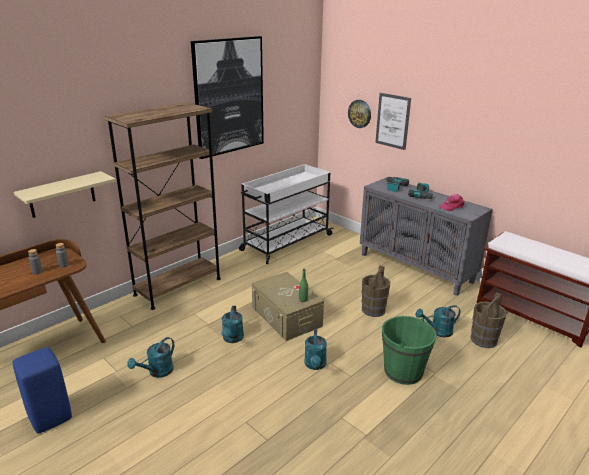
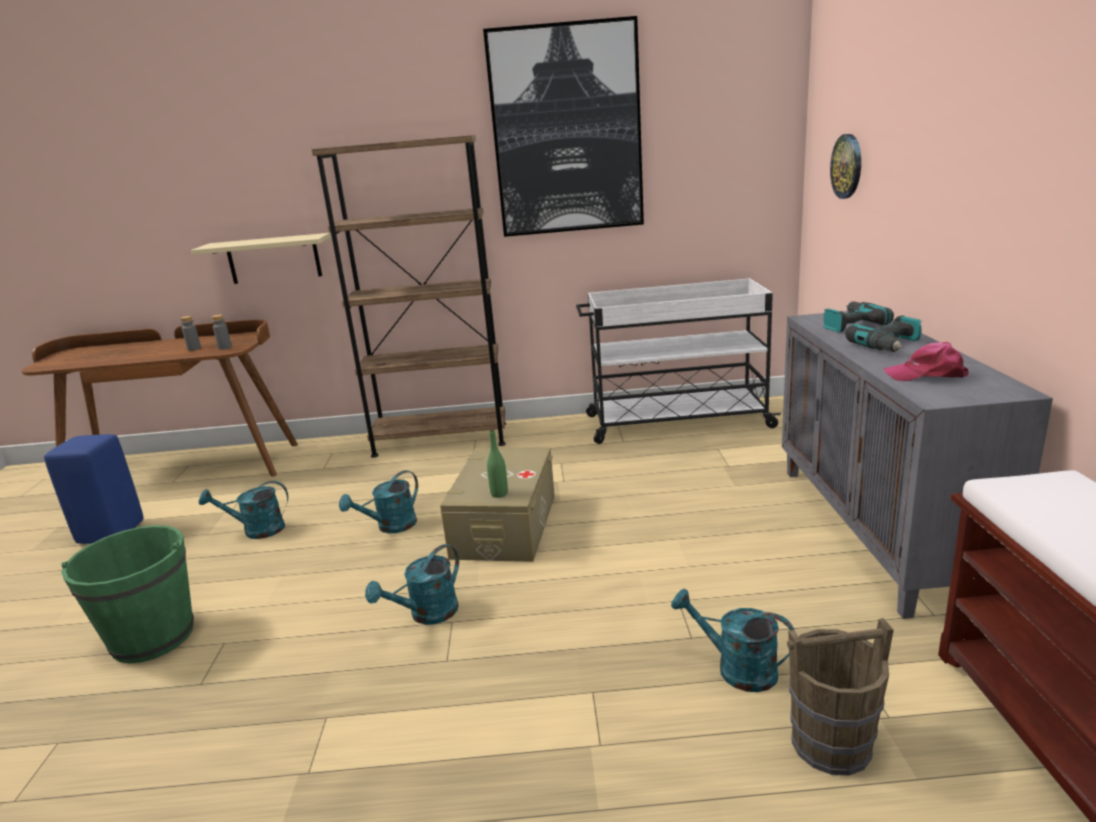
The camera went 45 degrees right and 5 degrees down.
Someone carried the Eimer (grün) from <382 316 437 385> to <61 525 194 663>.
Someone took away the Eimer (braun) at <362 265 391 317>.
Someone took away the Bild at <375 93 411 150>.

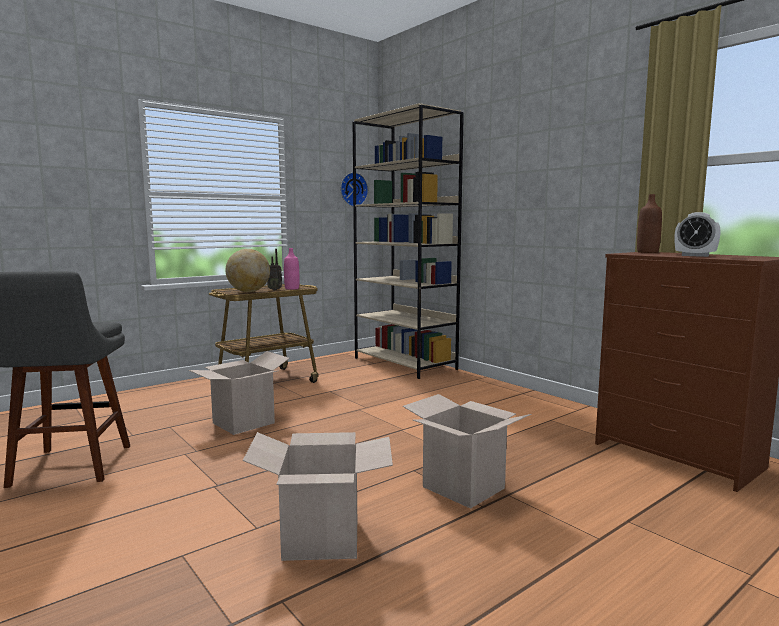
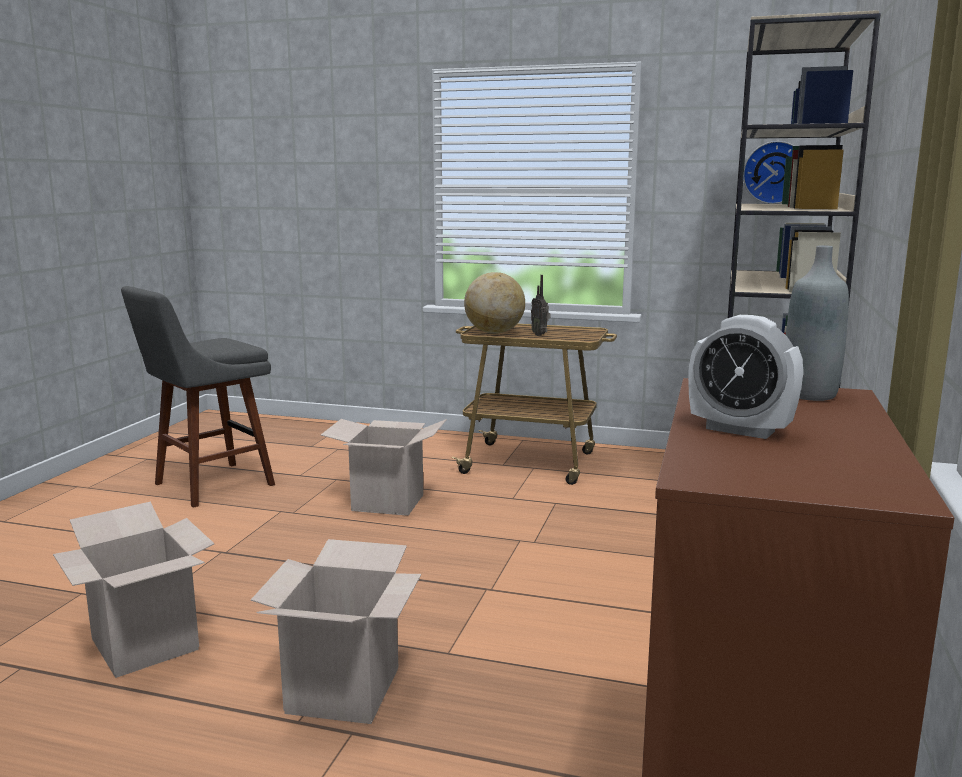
The camera went 55 degrees right and 5 degrees up.
Someone rotated the Wecker at <674 212 721 257> by 60 degrees counterclockwise.
Someone repainted the Flasche (braun) at <637 194 662 253>, which became the Flasche (grau) at <786 245 849 401>.
Someone took away the Flasche (rosa) at <284 248 299 290>.

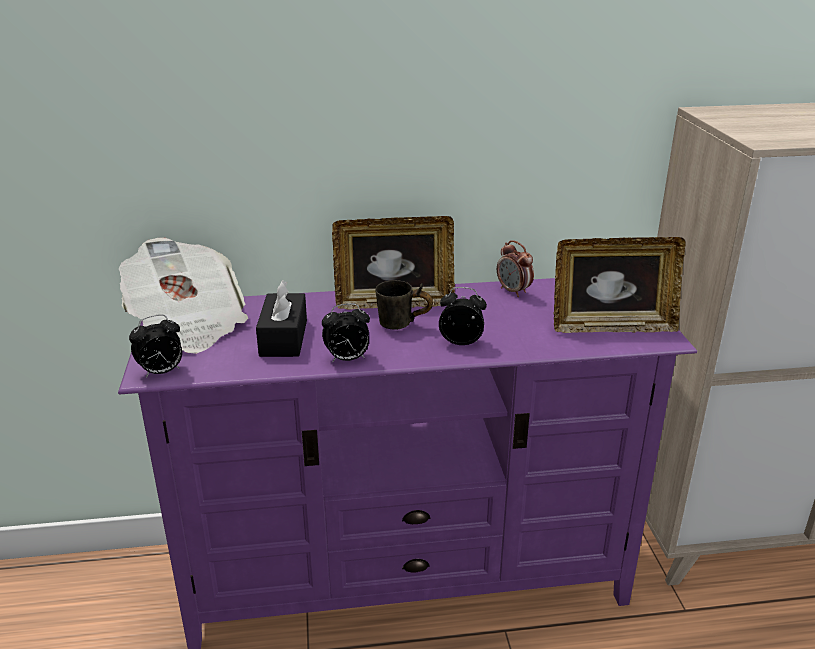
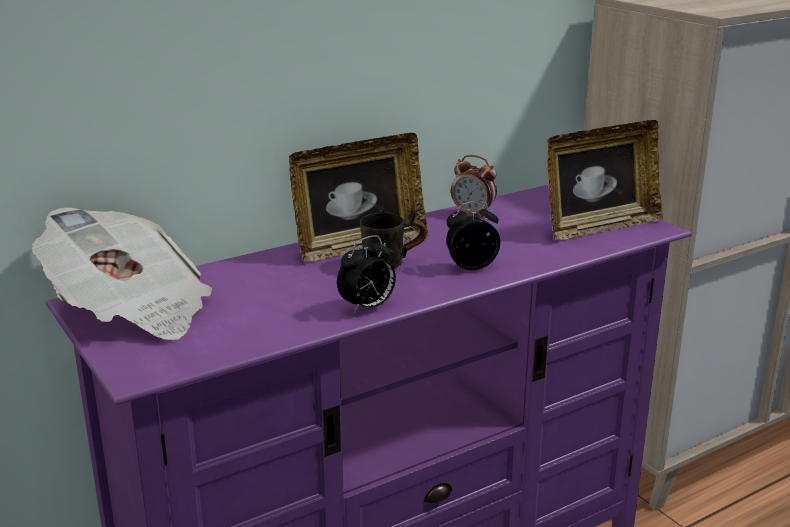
The camera went 25 degrees left and 5 degrees down.
Someone took away the Wecker at <129 314 182 378>.
Someone took away the Taschentuchbox (schwarz) at <256 280 307 357>.

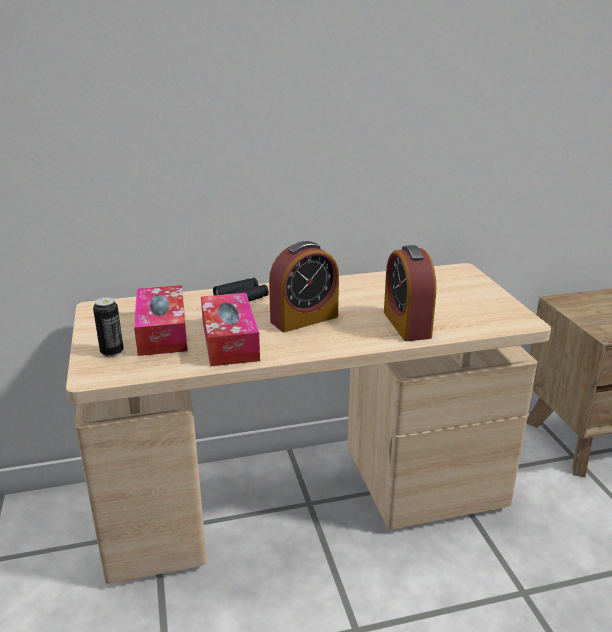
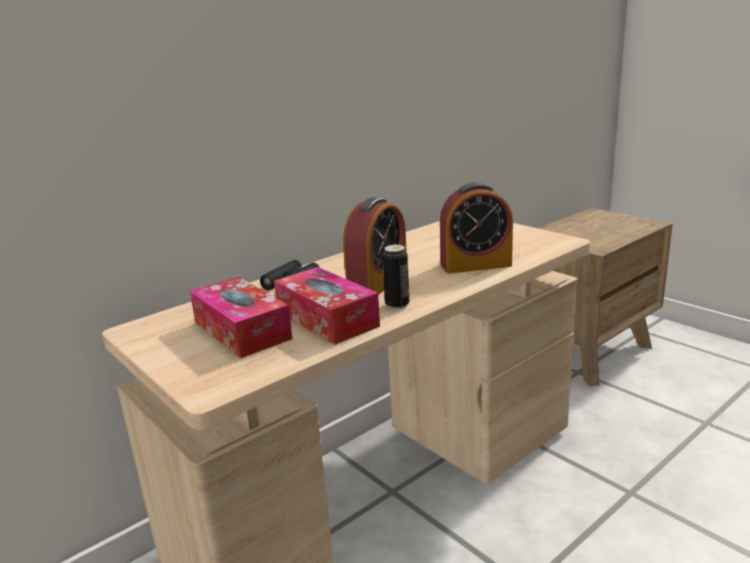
The camera went 25 degrees left and 5 degrees down.
Someone carried the Dose from <93 297 124 357> to <382 245 410 310>.
Someone rotated the Wecker at <384 245 437 341> by 60 degrees counterclockwise.

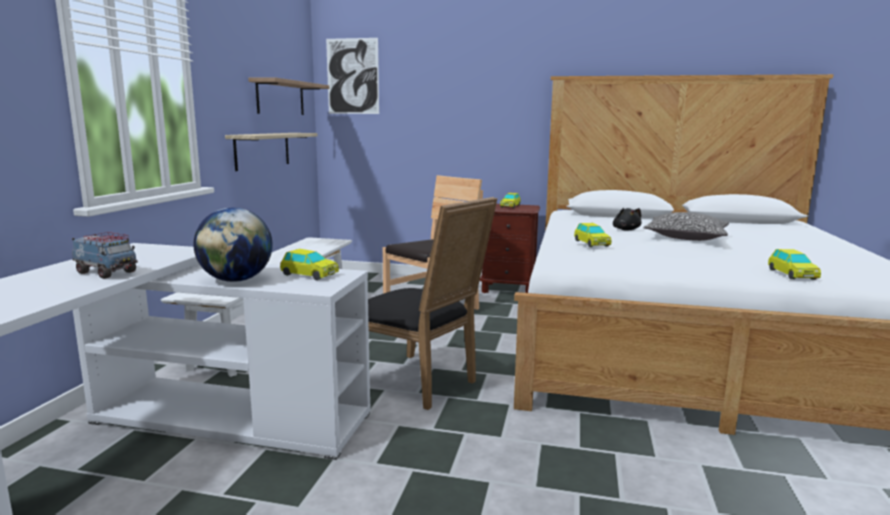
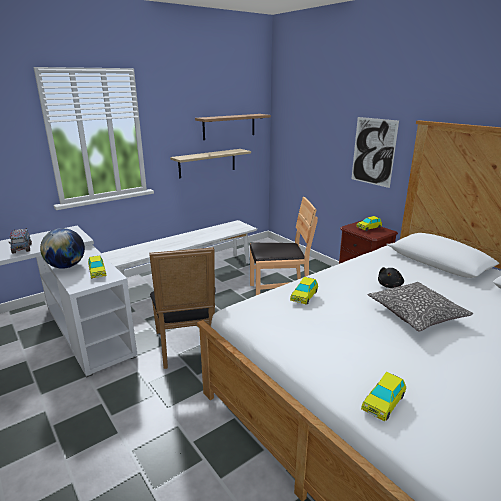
The camera went 40 degrees right and 10 degrees up.
Someone carried the Bild from <326 38 379 114> to <352 117 399 188>.

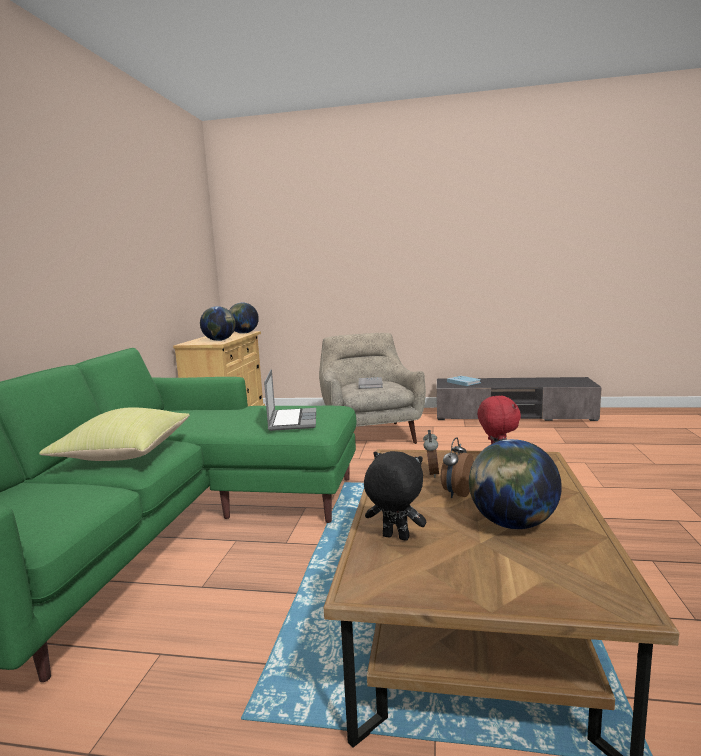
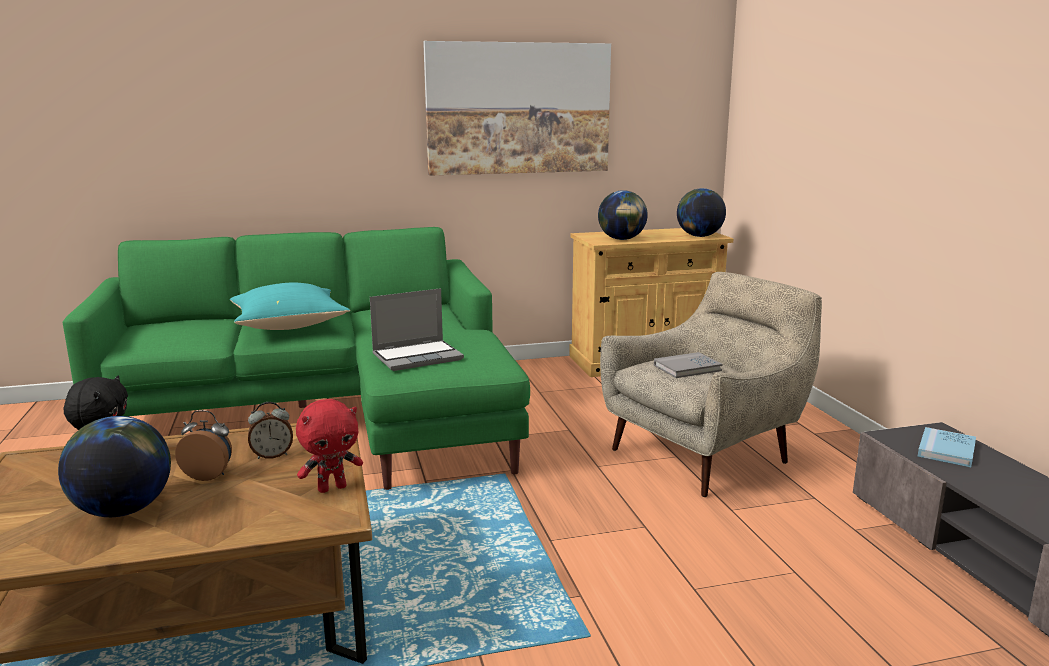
The camera went 65 degrees right and 5 degrees up.
Someone repainted the Kissen (gelb) at <39 407 190 461>, which became the Kissen (türkis) at <230 282 350 330>.
Someone put up the Bild at <423 41 611 176>.

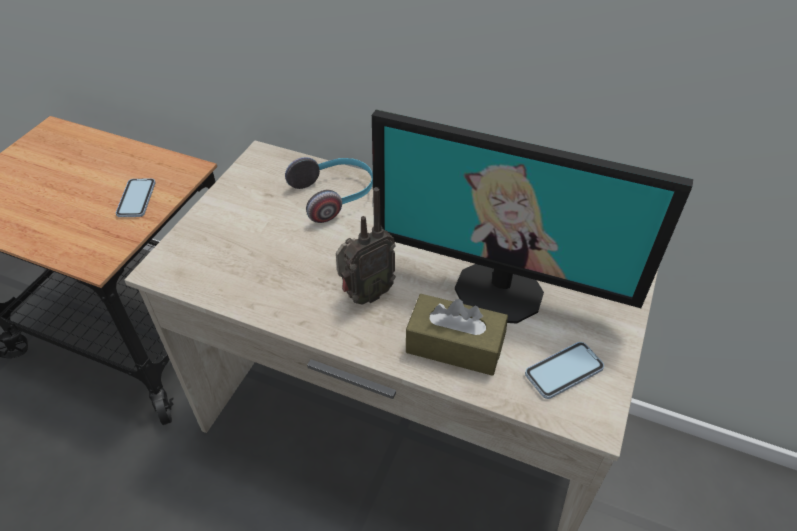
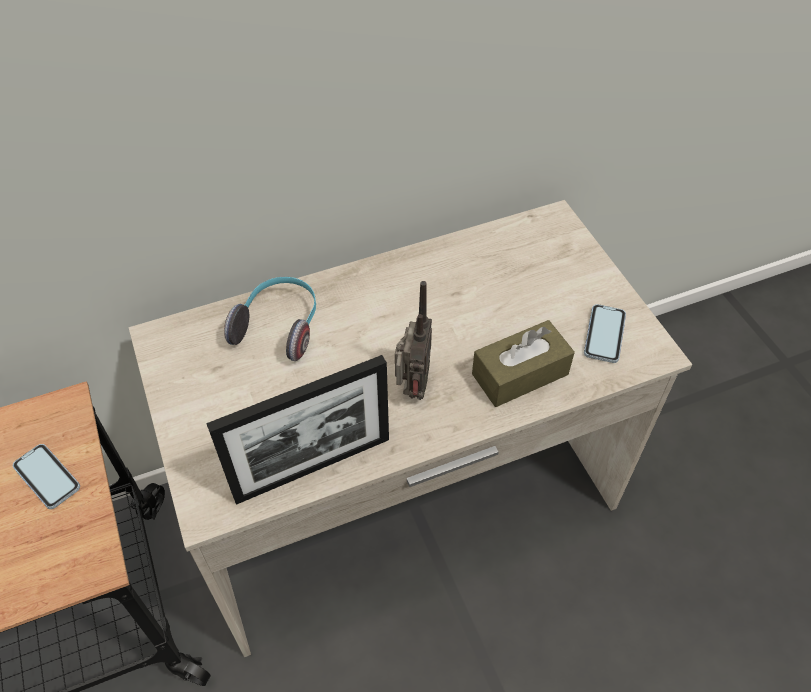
The camera went 45 degrees left and 5 degrees up.
Someone put down the Bilderrahmen at <206 355 389 505>.
Someone took away the Monitor at <372 110 693 324>.

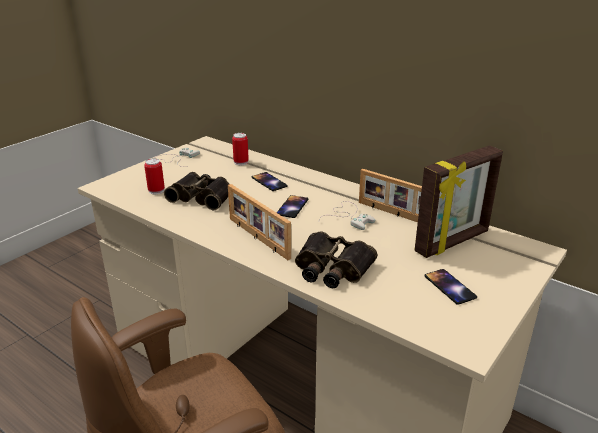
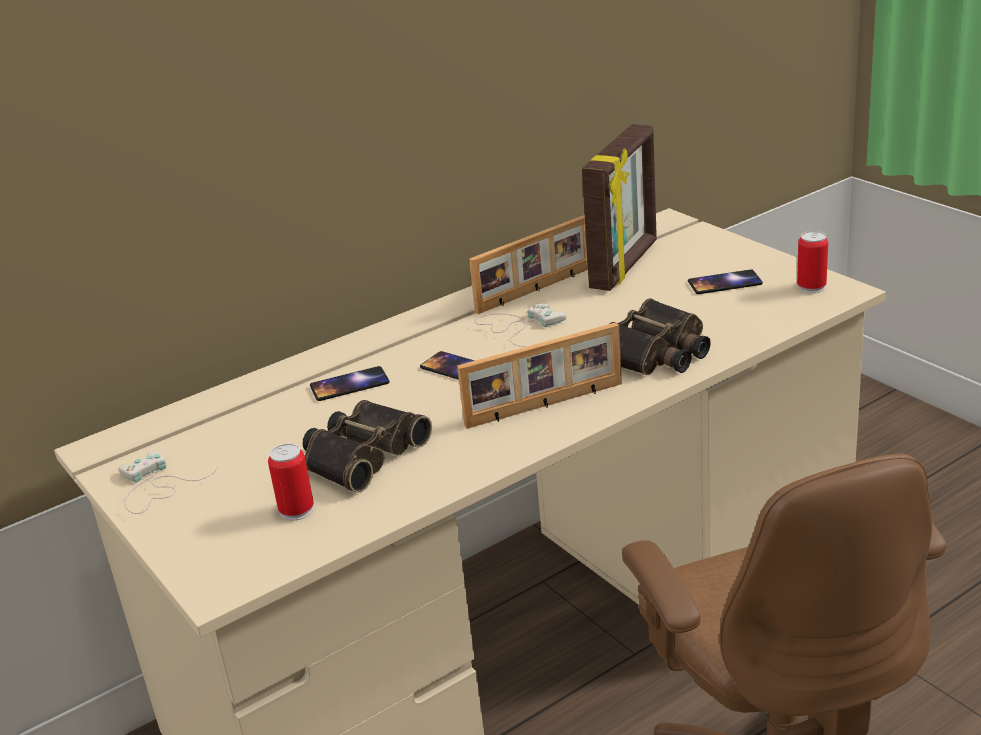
The camera went 70 degrees left and 0 degrees up.
Someone rotated the Bilderrahmen at <415 146 503 258> by 45 degrees clockwise.
Someone carried the Dose from <232 133 249 165> to <797 231 828 293>.

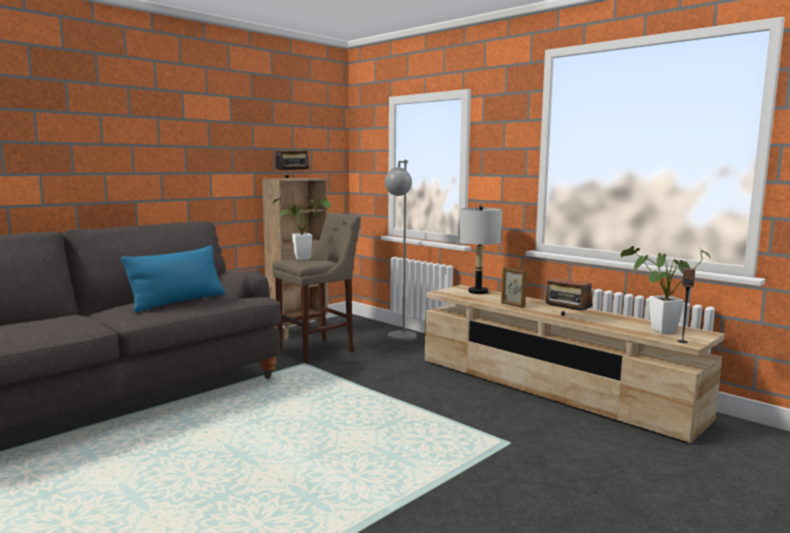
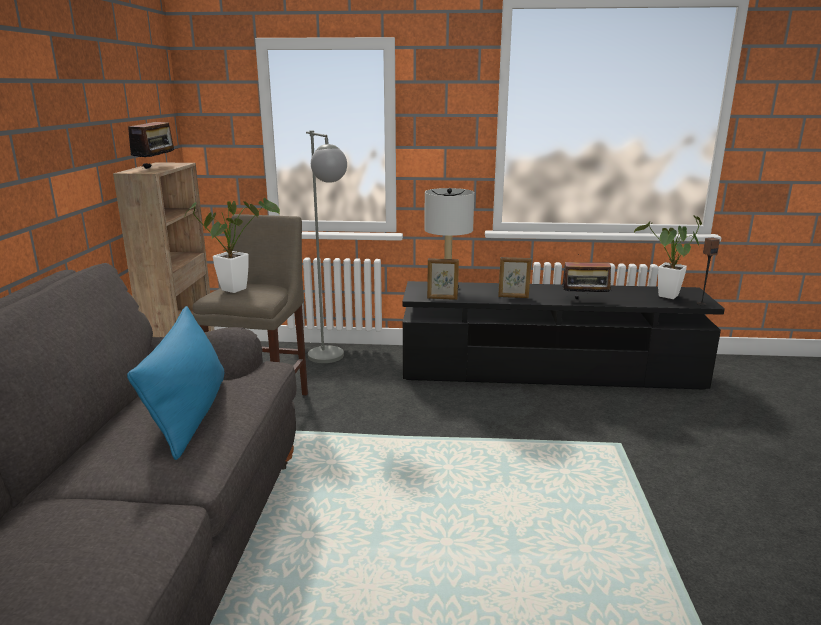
The camera went 40 degrees left and 10 degrees up.
Someone repainted the Fernsehschrank (beige) at <425 285 725 443>, which became the Fernsehschrank (schwarz) at <403 281 725 390>.
Someone put down the Bilderrahmen at <427 258 459 300>.

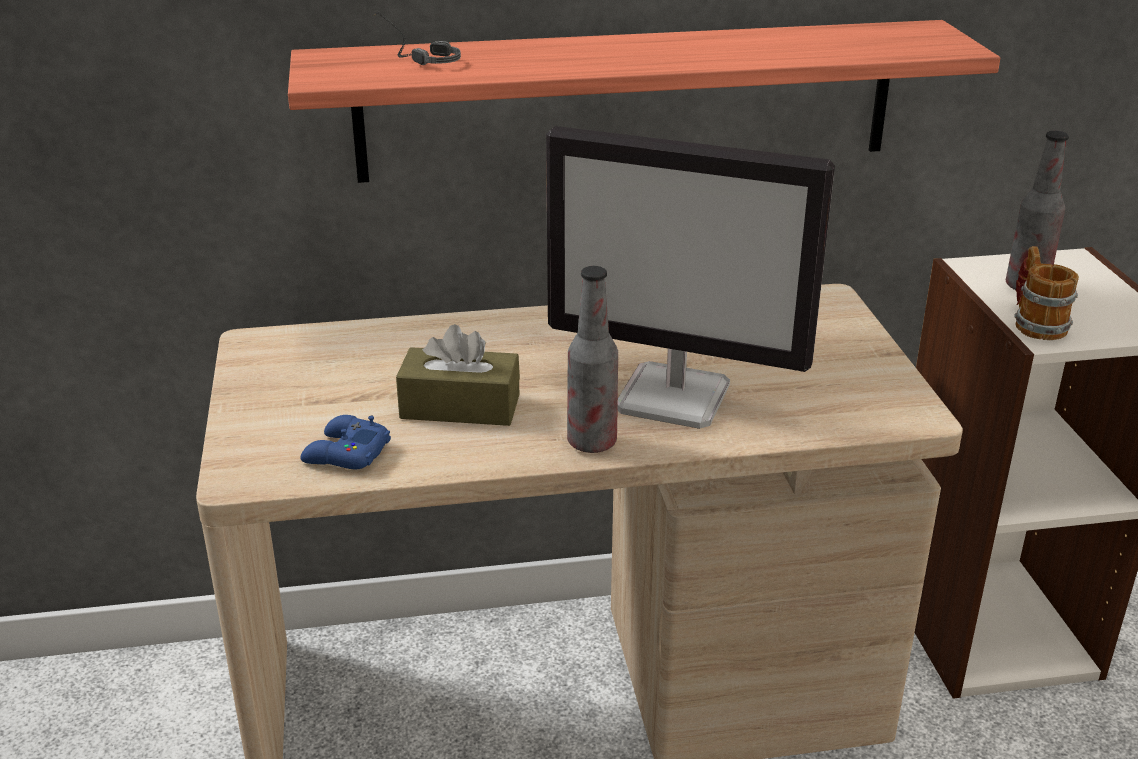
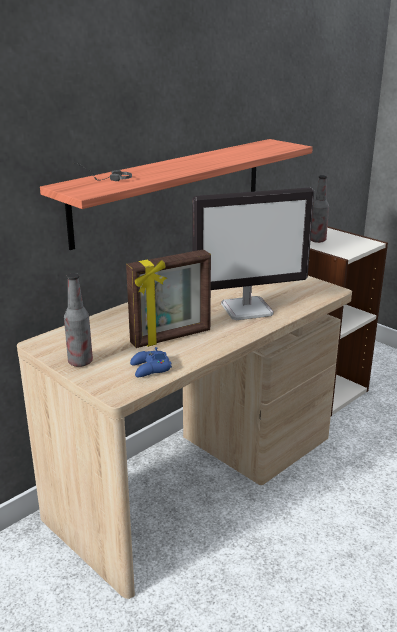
The camera went 35 degrees left and 5 degrees down.
Someone carried the Flasche from <567 266 618 453> to <64 273 93 367>.
Someone swapped the Taschentuchbox (braun) at <396 324 520 426> for the Bilderrahmen at <126 249 211 348>.
Someone took away the Henkelbecher at <1014 246 1079 340>.

